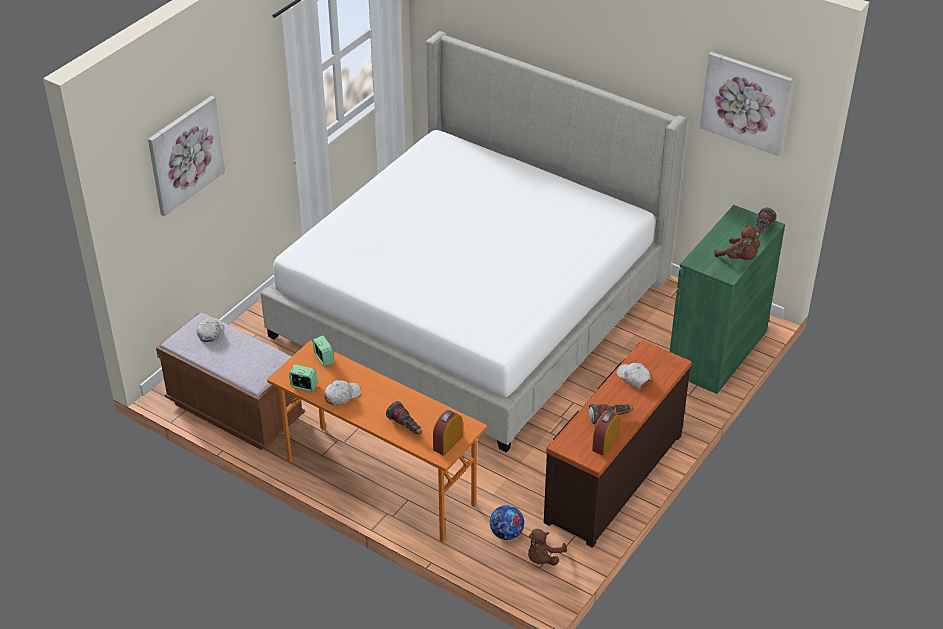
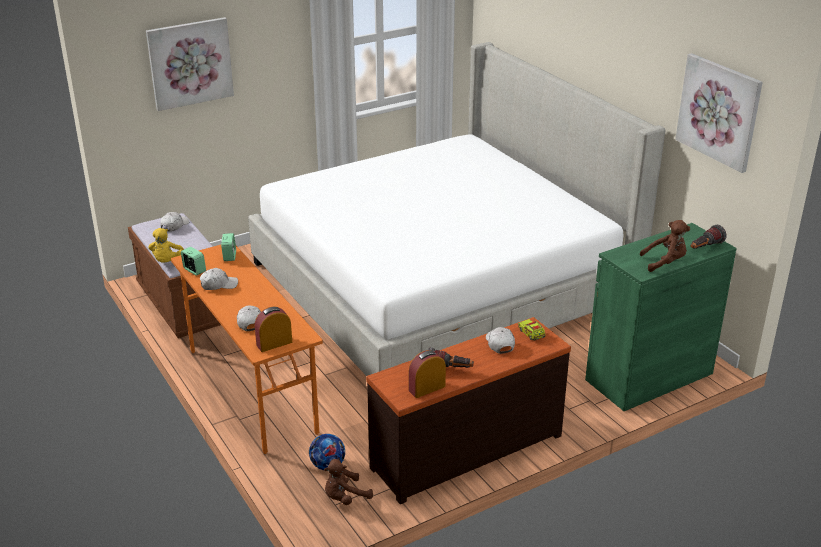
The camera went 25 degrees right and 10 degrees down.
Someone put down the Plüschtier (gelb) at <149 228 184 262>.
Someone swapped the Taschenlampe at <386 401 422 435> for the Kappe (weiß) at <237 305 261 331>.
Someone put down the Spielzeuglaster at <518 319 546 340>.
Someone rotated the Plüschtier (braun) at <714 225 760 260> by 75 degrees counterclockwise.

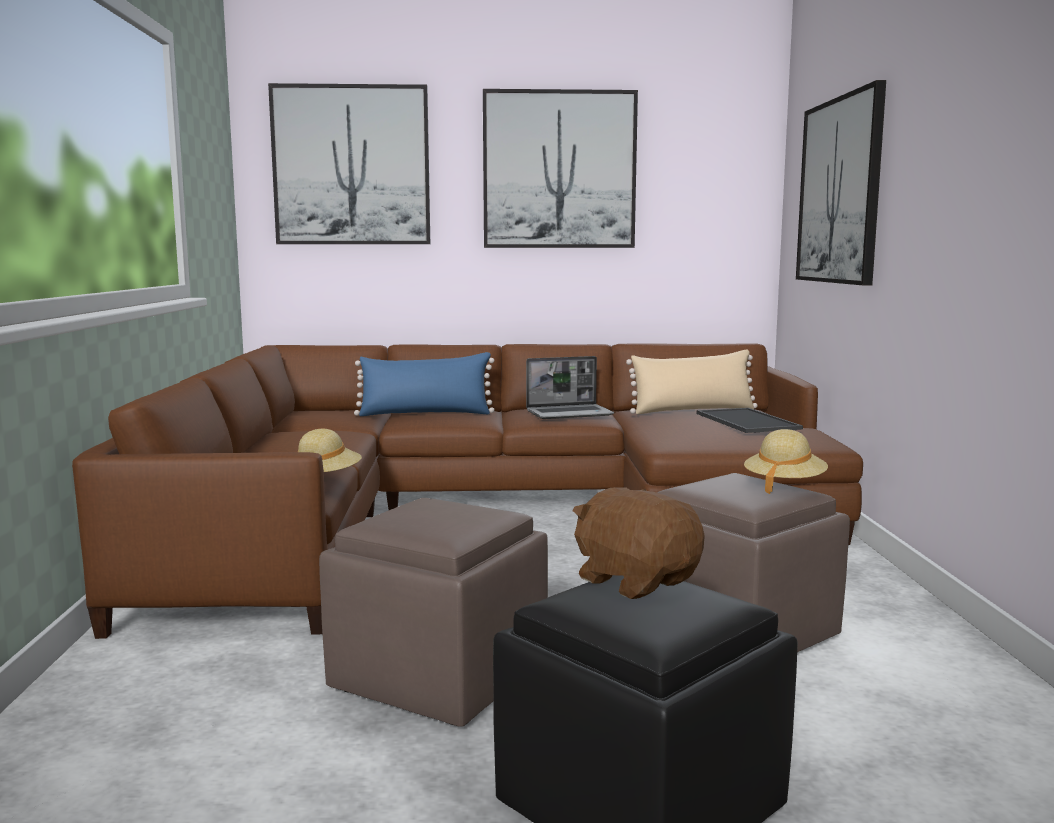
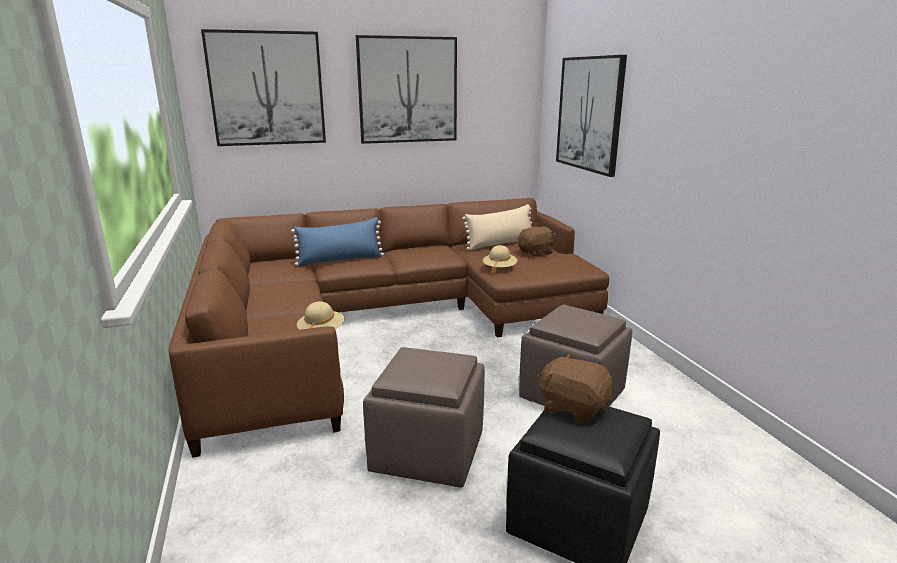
The camera went 15 degrees left and 10 degrees up.
Someone carried the Hut (beige) from <744 429 828 494> to <483 245 517 274>.
Someone swapped the Tablett at <696 408 803 433> for the Plüschtier (braun) at <518 226 556 257>.
Someone took away the Laptop at <526 356 614 419>.

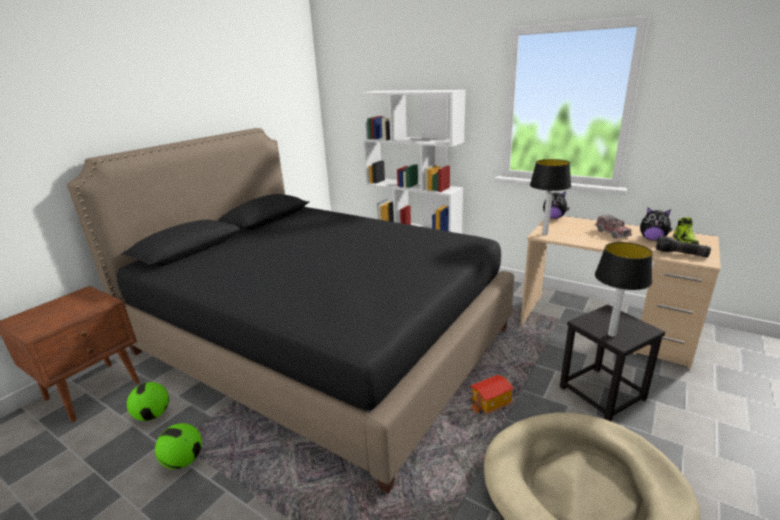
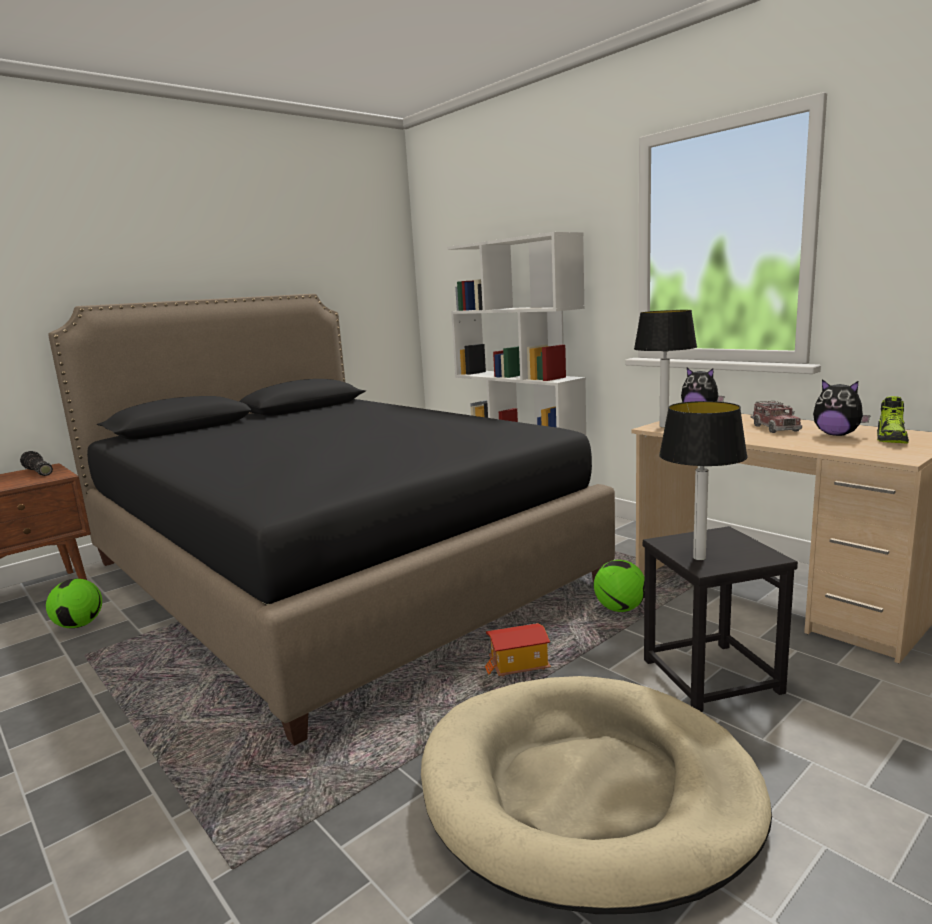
The camera went 15 degrees right and 10 degrees down.
Someone carried the Taschenlampe from <655 236 711 257> to <20 451 53 476>.
Someone carried the Fußball from <155 423 202 469> to <594 560 645 612>.

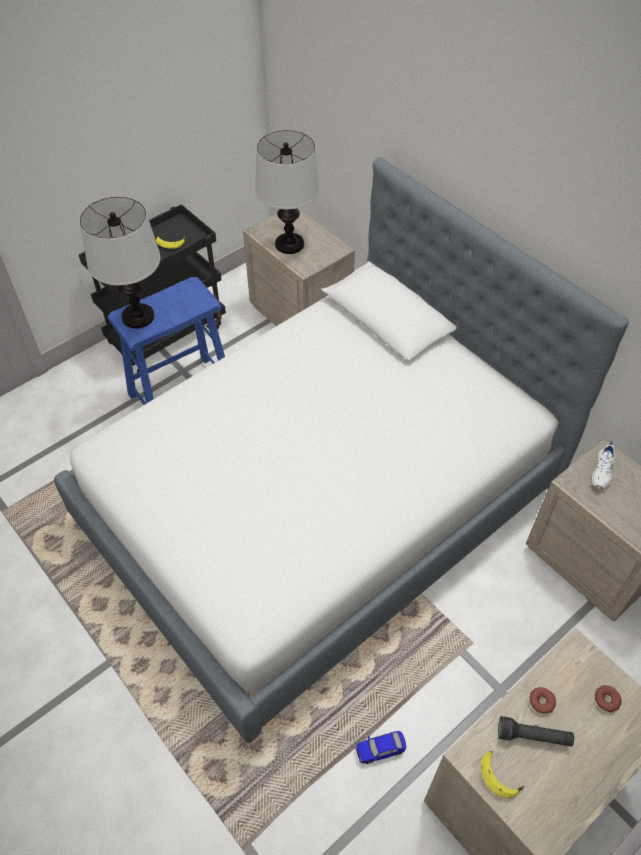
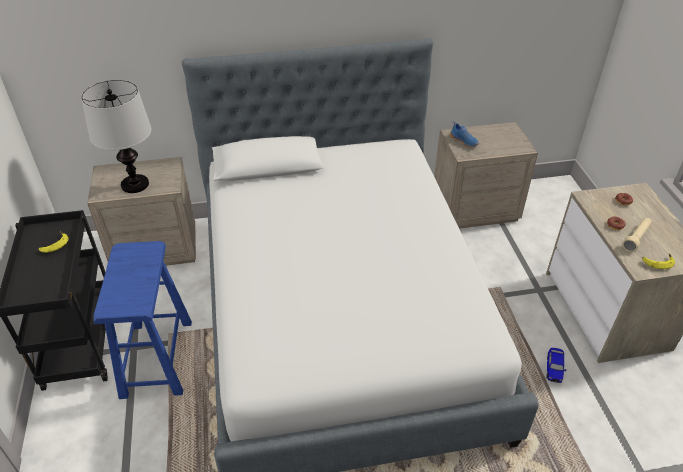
The camera went 60 degrees left and 10 degrees down.
Someone repainted the Schuh (weiß) at <591 441 615 489>, which became the Schuh (blau) at <450 121 479 147>.
Someone repainted the Taschenlampe (schwarz) at <498 716 574 747>, which became the Taschenlampe (beige) at <622 218 652 252>.
Someone took away the Tischlampe at <80 197 160 329>.

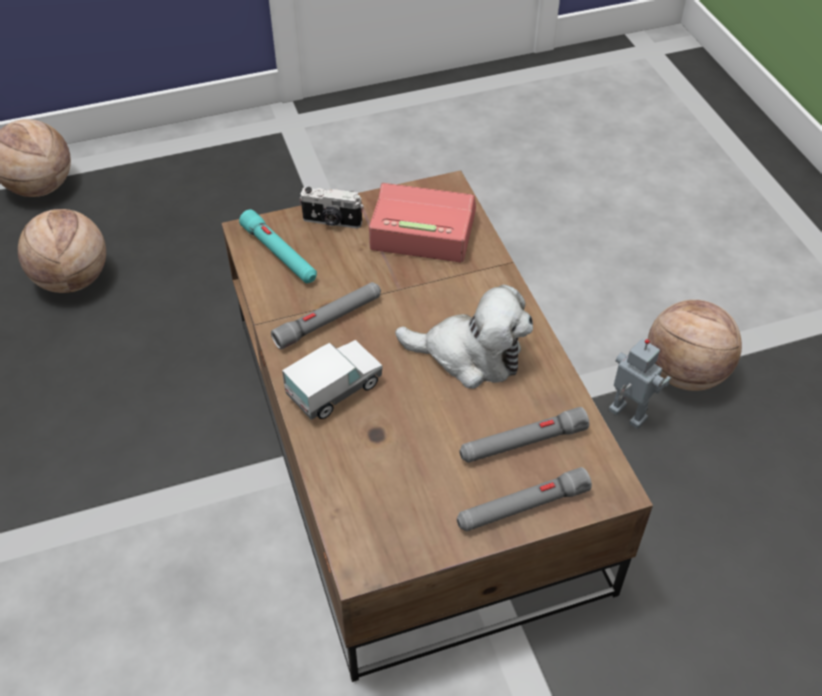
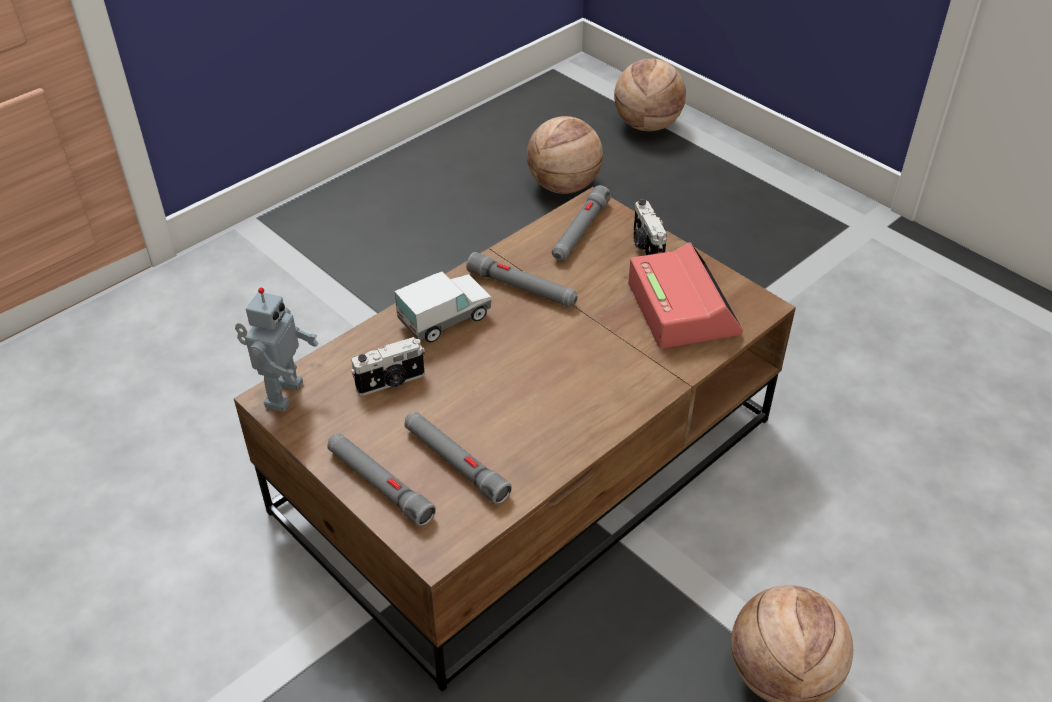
The camera went 65 degrees right and 5 degrees down.
Someone carried the Spielzeugroboter from <609 339 671 429> to <235 288 319 412>.
Someone put down the Kamera at <351 337 425 396>.
Someone rotated the Spielzeuglaster at <282 340 382 420> by 60 degrees counterclockwise.
Someone repainted the Taschenlampe (türkis) at <239 210 317 283>, which became the Taschenlampe (grau) at <552 186 611 261>.
Someone took away the Plüschtier at <395 285 533 389>.

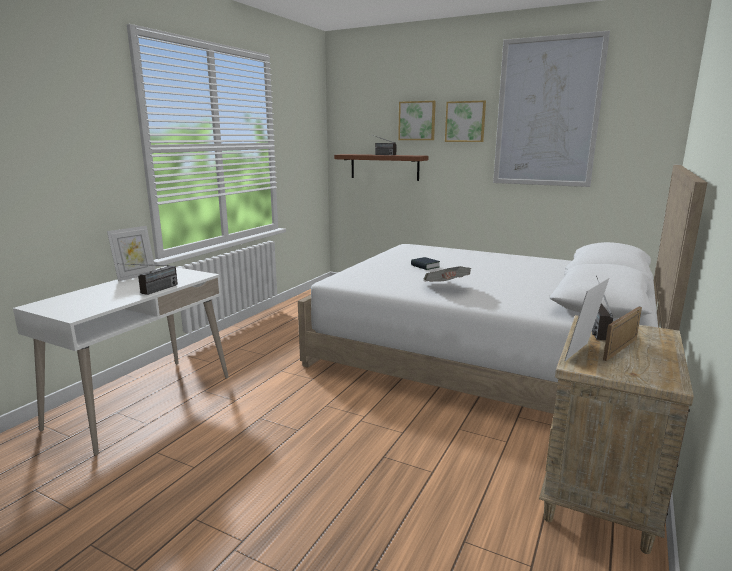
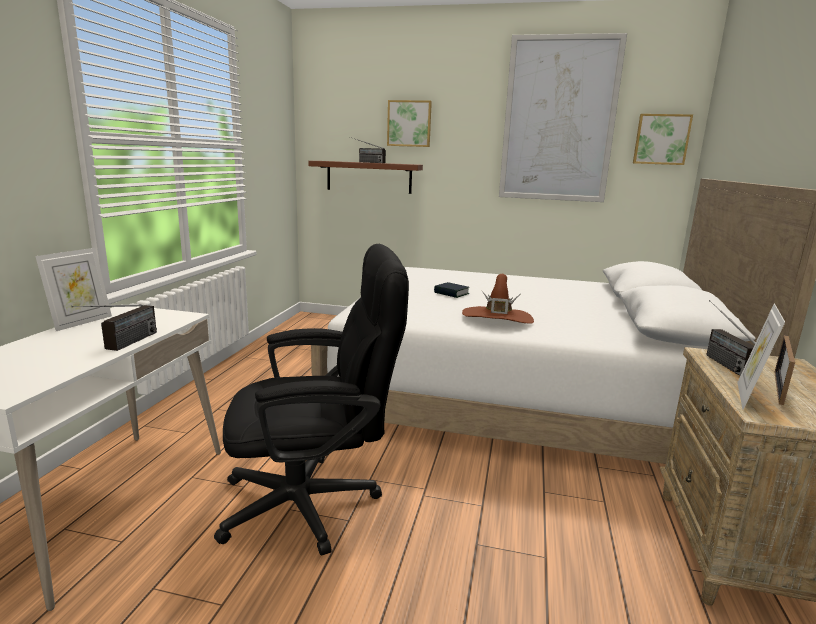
The camera went 15 degrees left and 0 degrees up.
Someone put down the Bürostuhl (schwarz) at <214 244 409 556>.
Someone swapped the Zeitung at <423 266 471 282> for the Hut (braun) at <462 274 534 323>.
Someone carried the Bild from <445 100 486 142> to <633 114 693 165>.

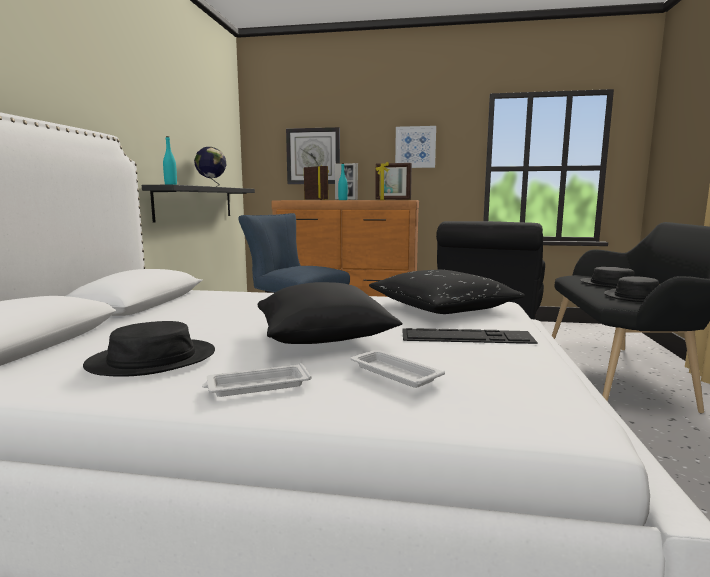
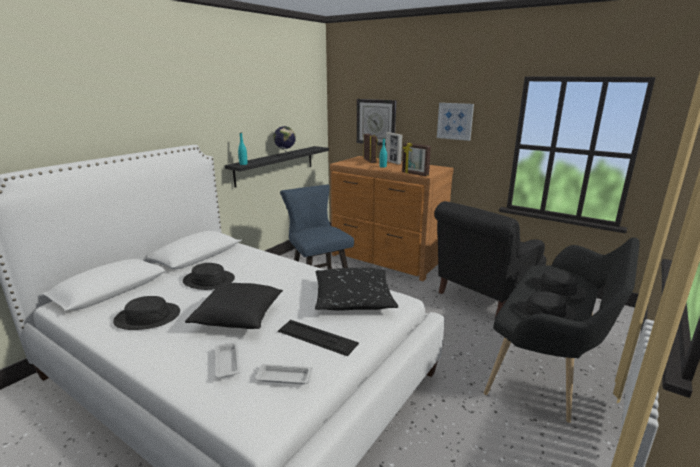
The camera went 25 degrees right and 10 degrees up.
Someone put down the Hut (schwarz) at <183 263 235 290>.
Someone carried the Tablett (weiß) from <202 363 312 397> to <255 364 313 384>.

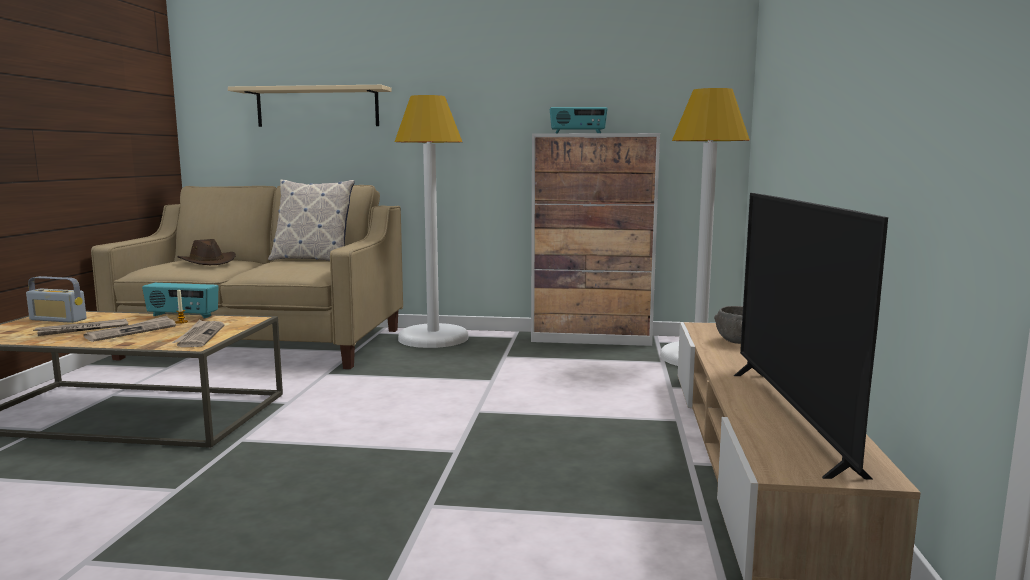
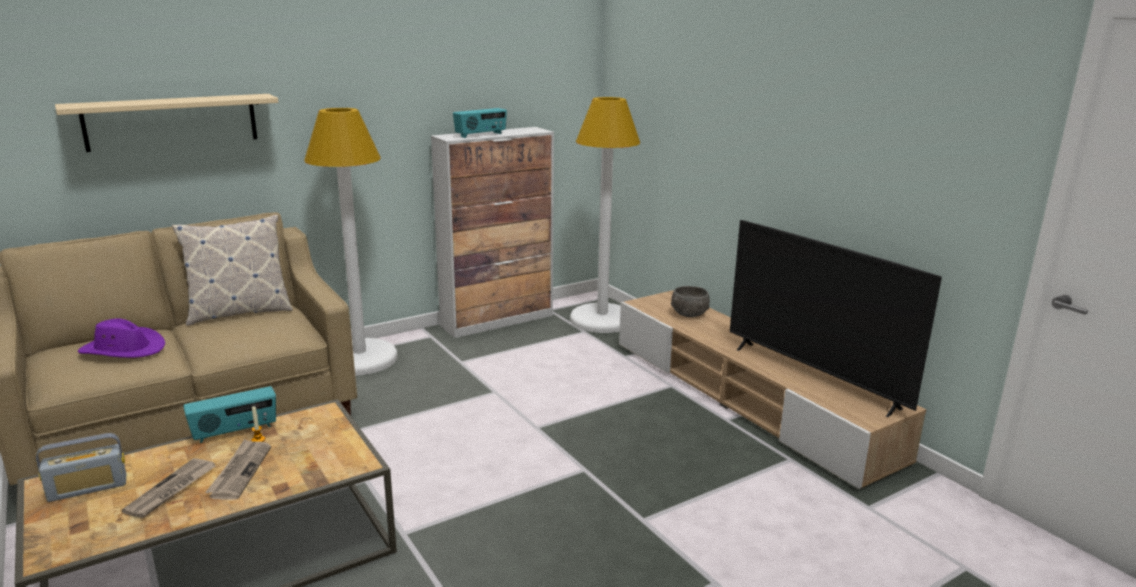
The camera went 40 degrees left and 10 degrees up.
Someone repainted the Hut (braun) at <177 239 236 265>, which became the Hut (lila) at <78 318 165 358>.
Someone took away the Zeitung at <172 319 224 347>.

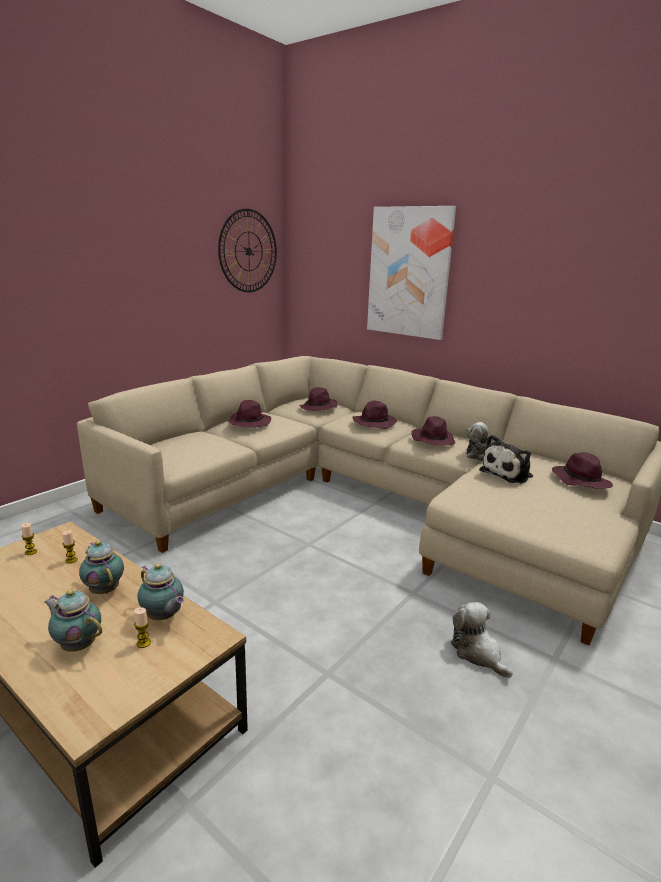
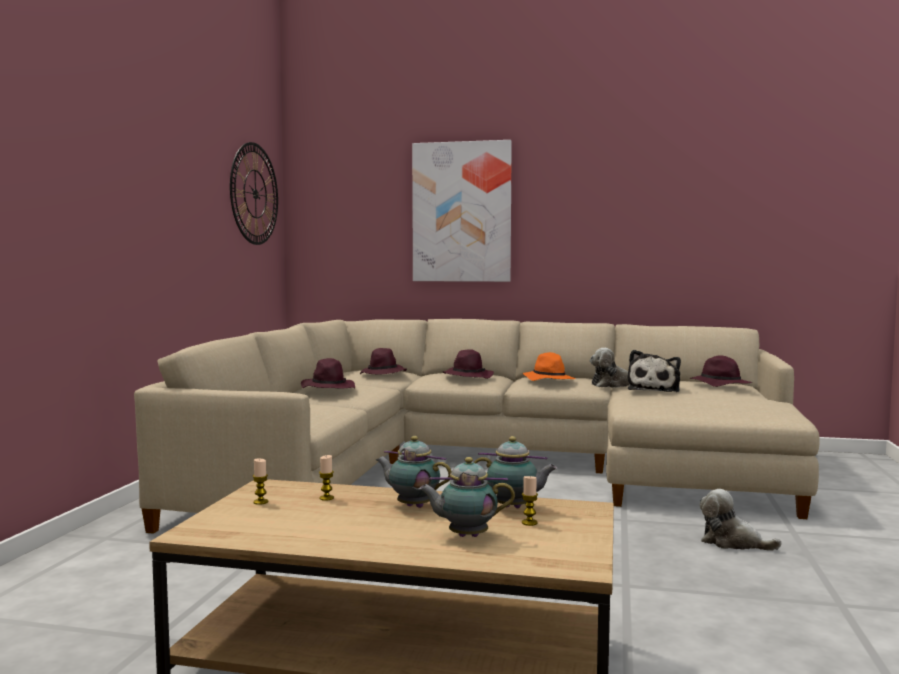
The camera went 25 degrees left and 15 degrees down.
Someone repainted the Hut (lila) at <411 416 456 446>, which became the Hut (orange) at <523 352 576 381>.

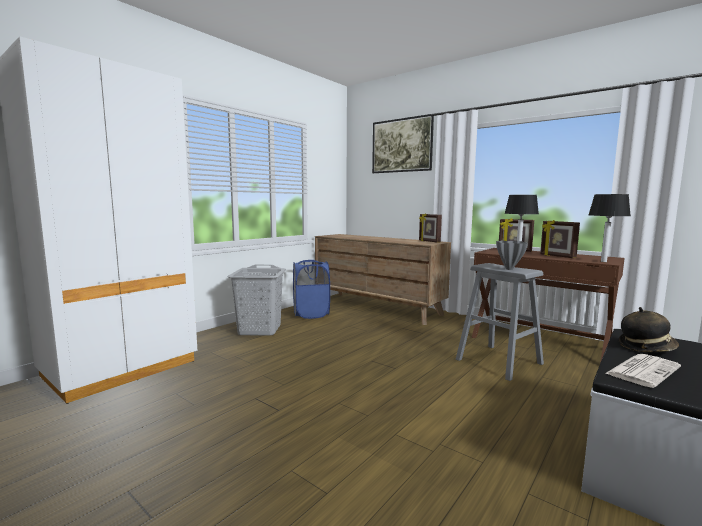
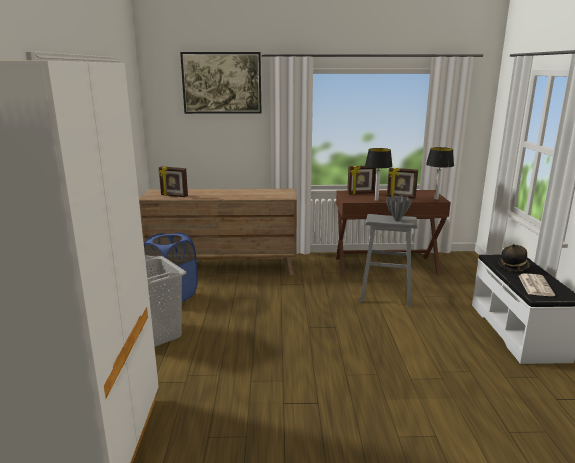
The camera went 40 degrees left and 10 degrees up.
Someone carried the Bilderrahmen from <419 213 442 243> to <159 166 188 197>.

